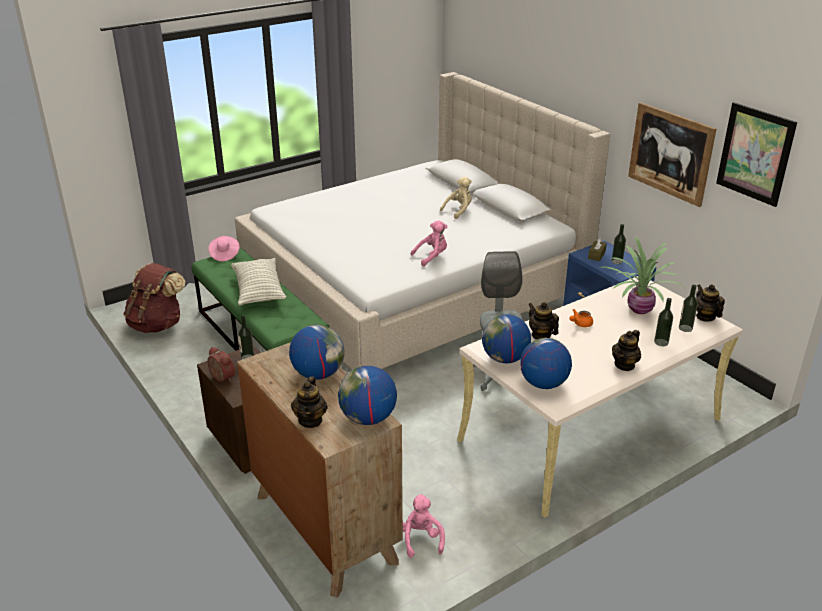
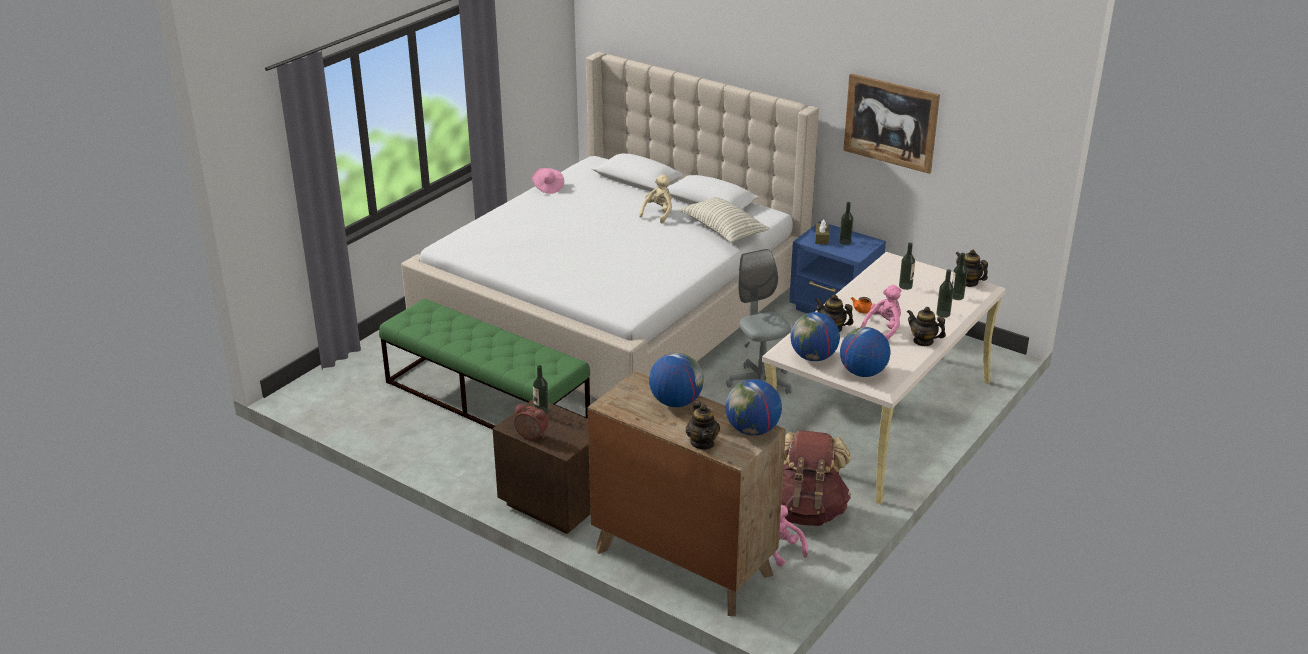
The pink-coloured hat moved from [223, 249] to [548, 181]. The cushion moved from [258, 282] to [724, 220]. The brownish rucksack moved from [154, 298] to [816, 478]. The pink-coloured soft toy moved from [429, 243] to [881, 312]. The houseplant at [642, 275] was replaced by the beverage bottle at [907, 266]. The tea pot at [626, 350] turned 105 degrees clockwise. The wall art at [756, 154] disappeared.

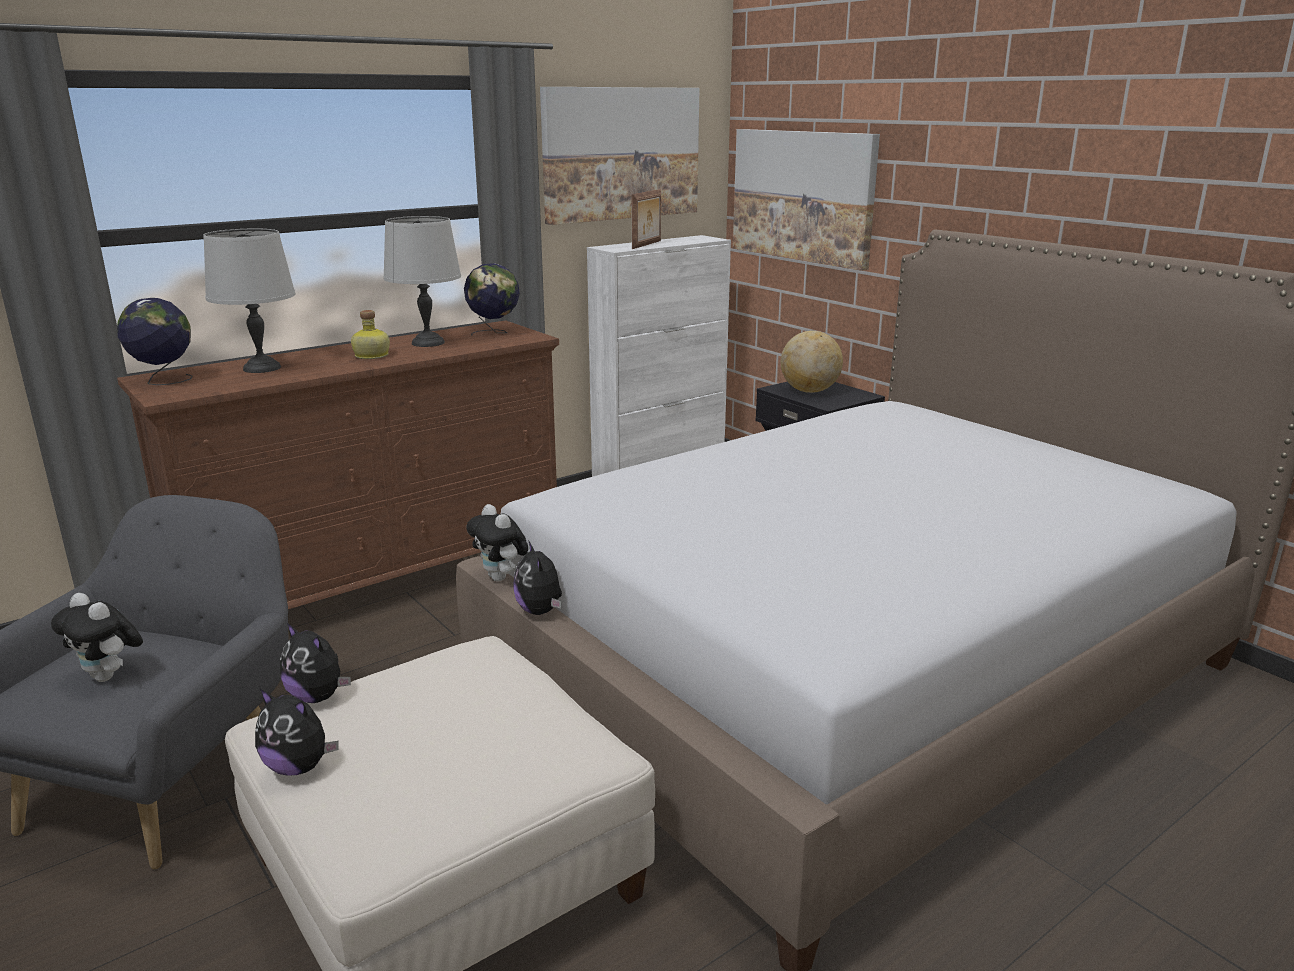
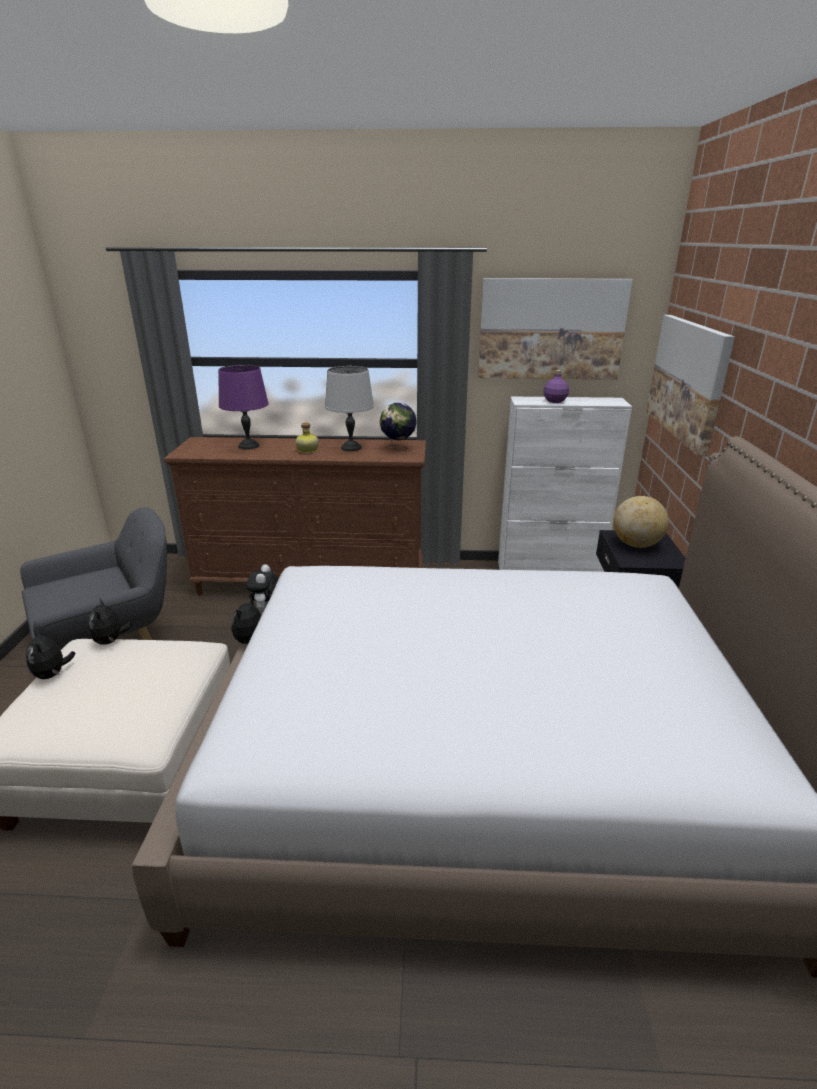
The grey lamp for a table at [249, 301] became the purple lamp for a table at [243, 407]. The picture frame at [646, 219] was replaced by the purple beverage bottle at [556, 386]. The soft toy at [97, 637] disappeared. The world globe at [155, 341] disappeared.

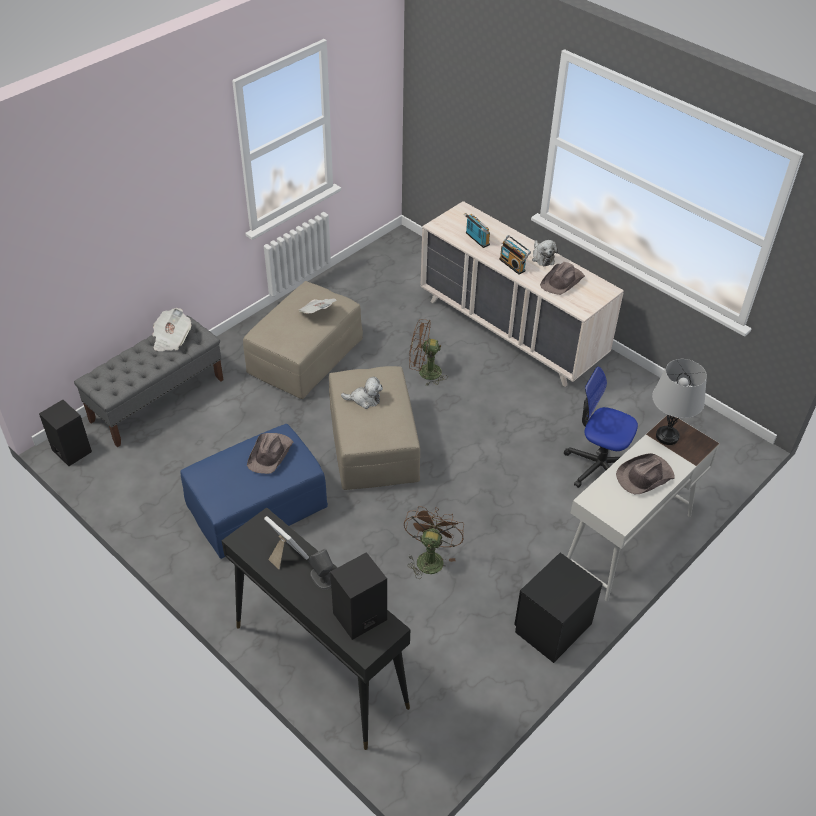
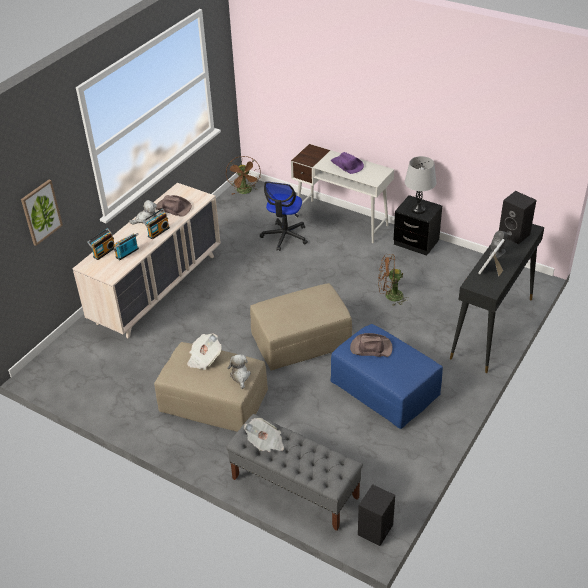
The wall art at [42, 213] appeared. The radio at [101, 244] appeared. The brownish electric fan moved from [427, 352] to [243, 175]. The soft toy moved from [362, 393] to [239, 371]. The brownish hat at [645, 473] became the purple hat at [347, 163]. The grey lamp for a table moved from [679, 402] to [420, 185].

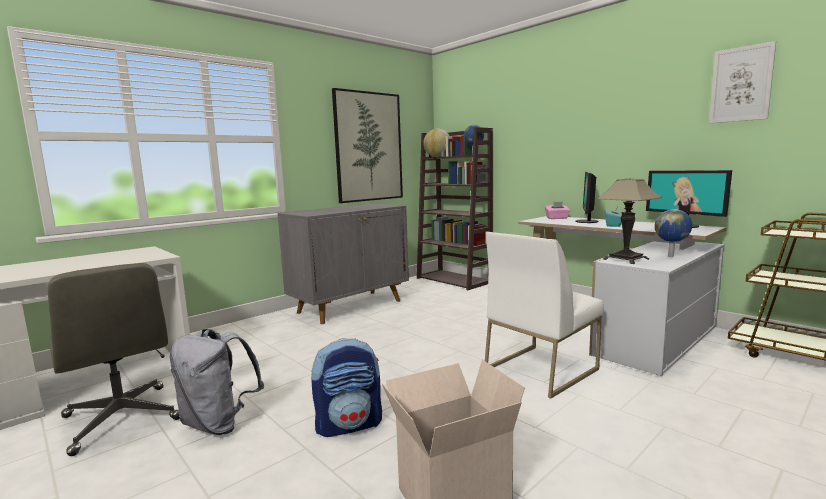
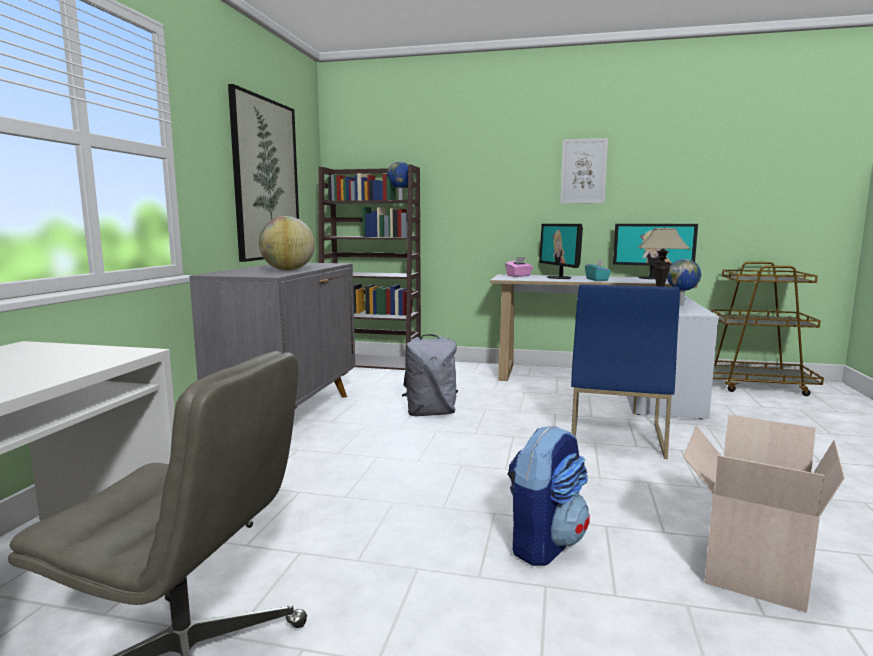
The world globe moved from [436, 143] to [287, 243]. The grey rucksack moved from [217, 382] to [430, 375]. The wall art moved from [742, 82] to [584, 171]. The white chair at [544, 315] became the blue-coloured chair at [625, 371].

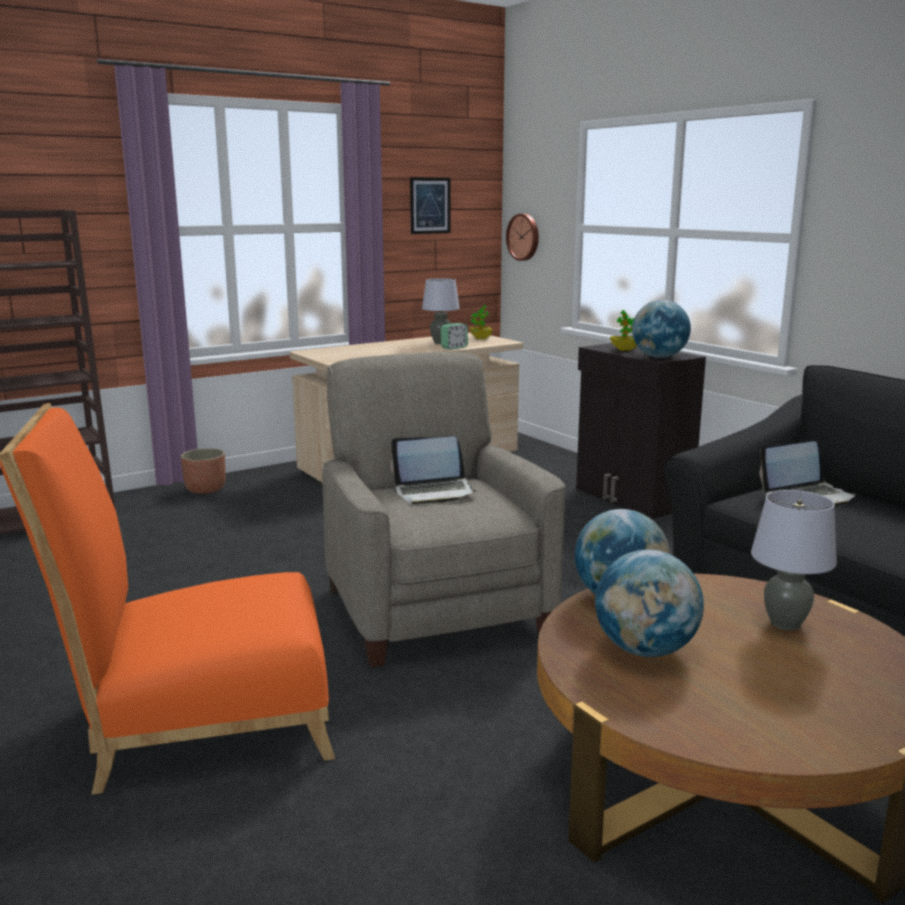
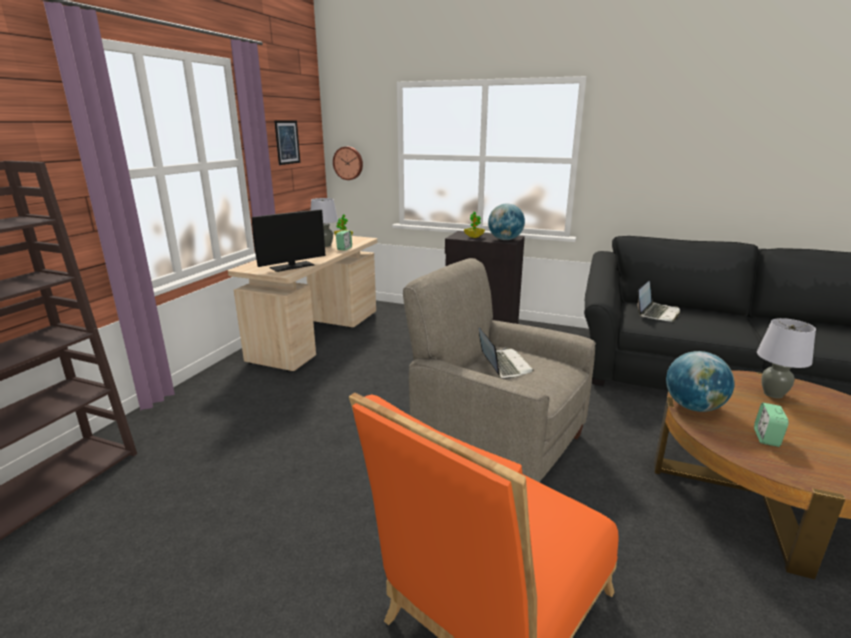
The computer display at [289, 241] appeared. The laptop at [434, 470] turned 60 degrees counterclockwise. The world globe at [649, 603] was replaced by the table clock at [771, 425]. The planter at [203, 471] disappeared.

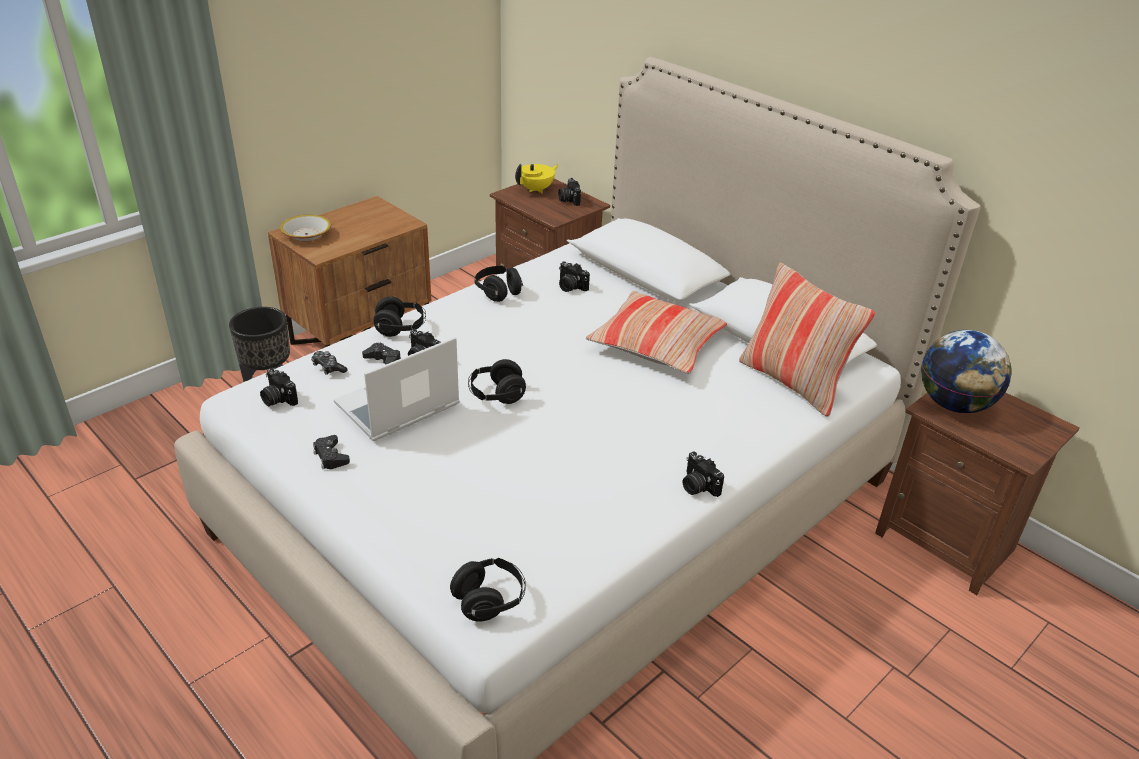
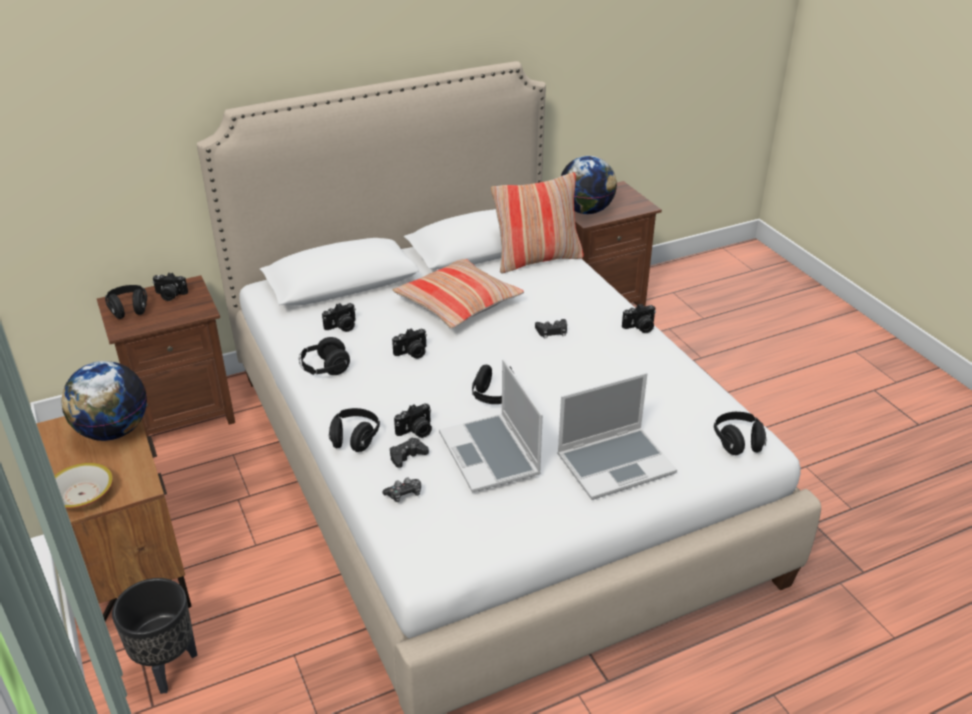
The world globe at [104, 401] appeared. The yellowish tea pot at [537, 178] was replaced by the black-coloured pair of headphones at [126, 302]. The photo camera moved from [279, 387] to [409, 343]. The black-coloured game controller moved from [331, 452] to [551, 328]. The laptop at [617, 436] appeared.

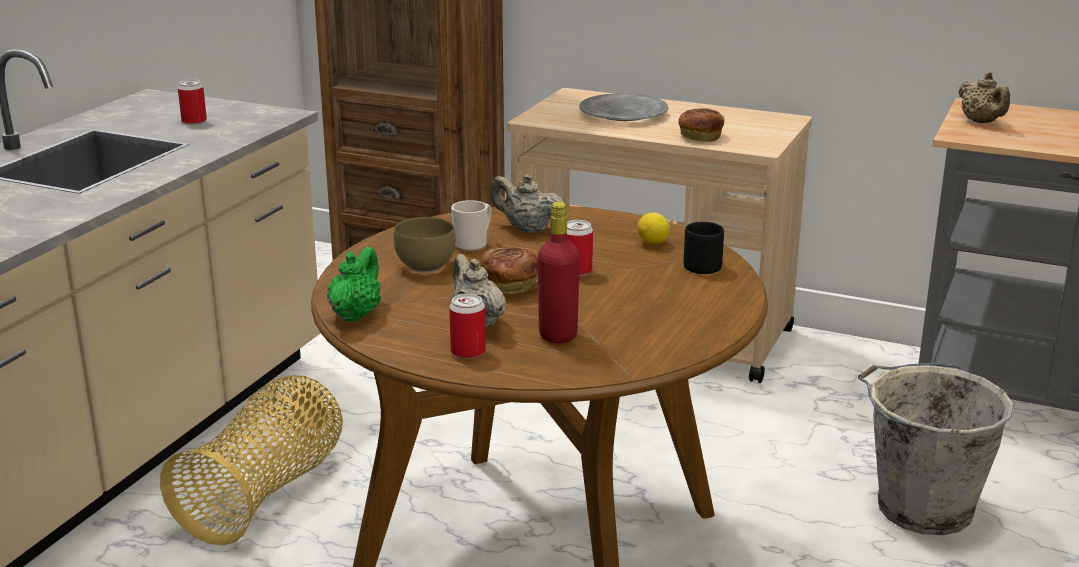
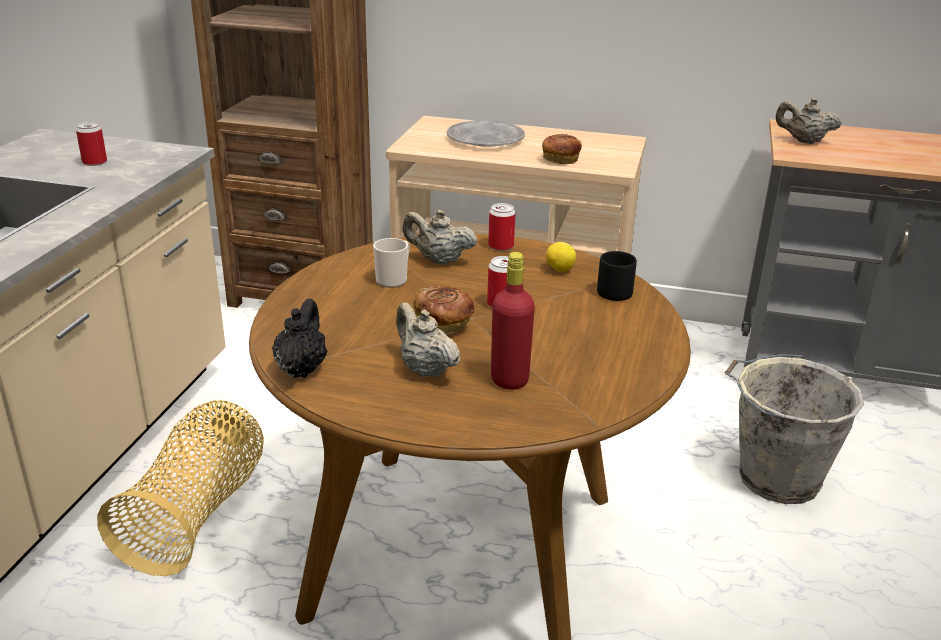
The green-coloured tea pot at [354, 284] became the black-coloured tea pot at [299, 338]. The metal can moved from [467, 326] to [502, 227]. The sand-coloured tea pot at [984, 97] turned 135 degrees clockwise. The brownish deep dish at [425, 244] disappeared.

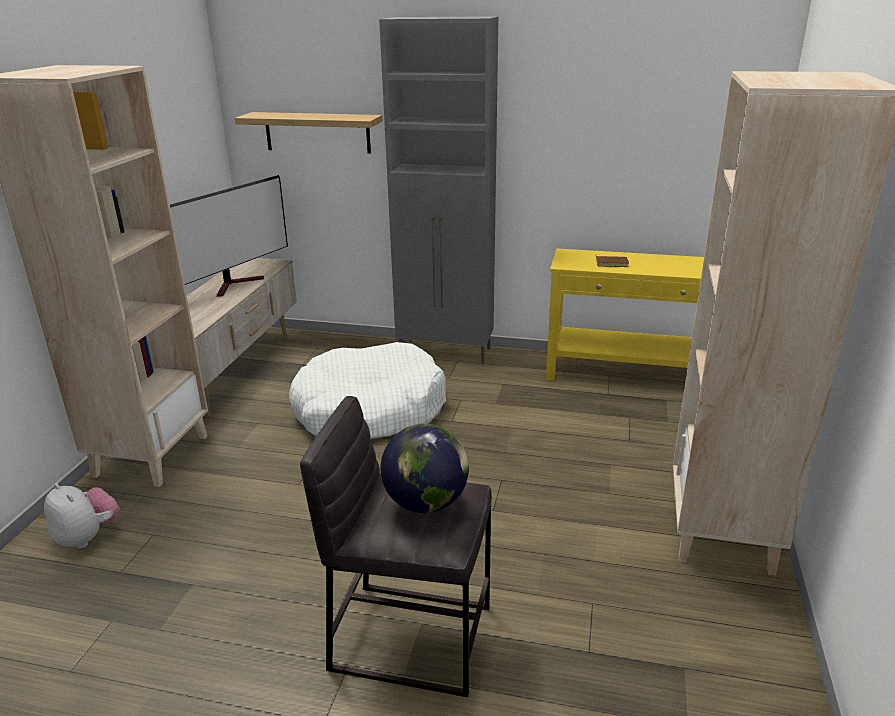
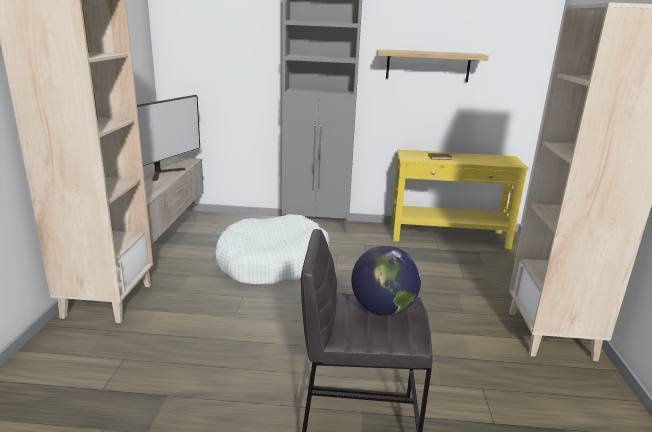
The shelf moved from [308, 133] to [433, 65]. The soft toy at [82, 516] disappeared.

